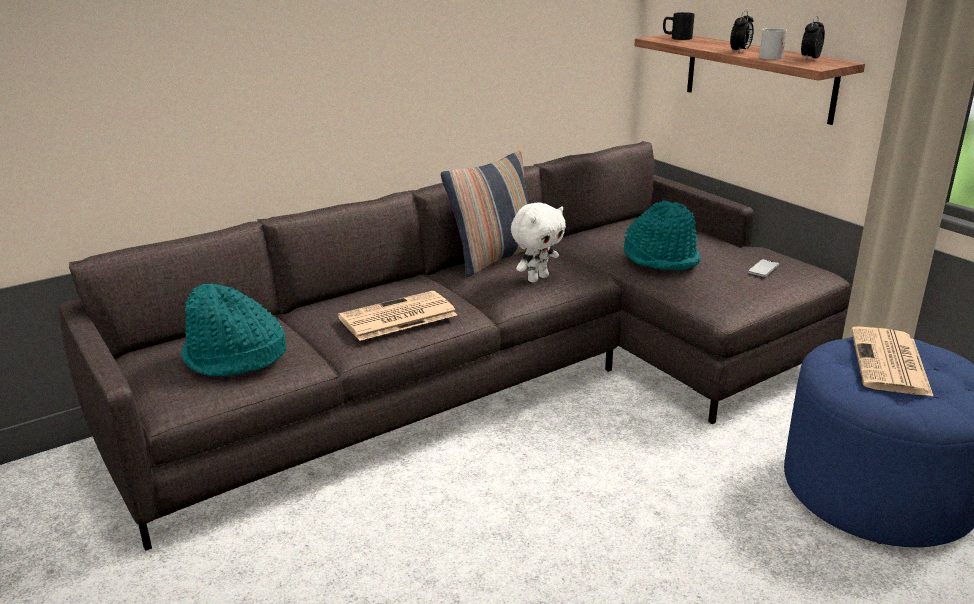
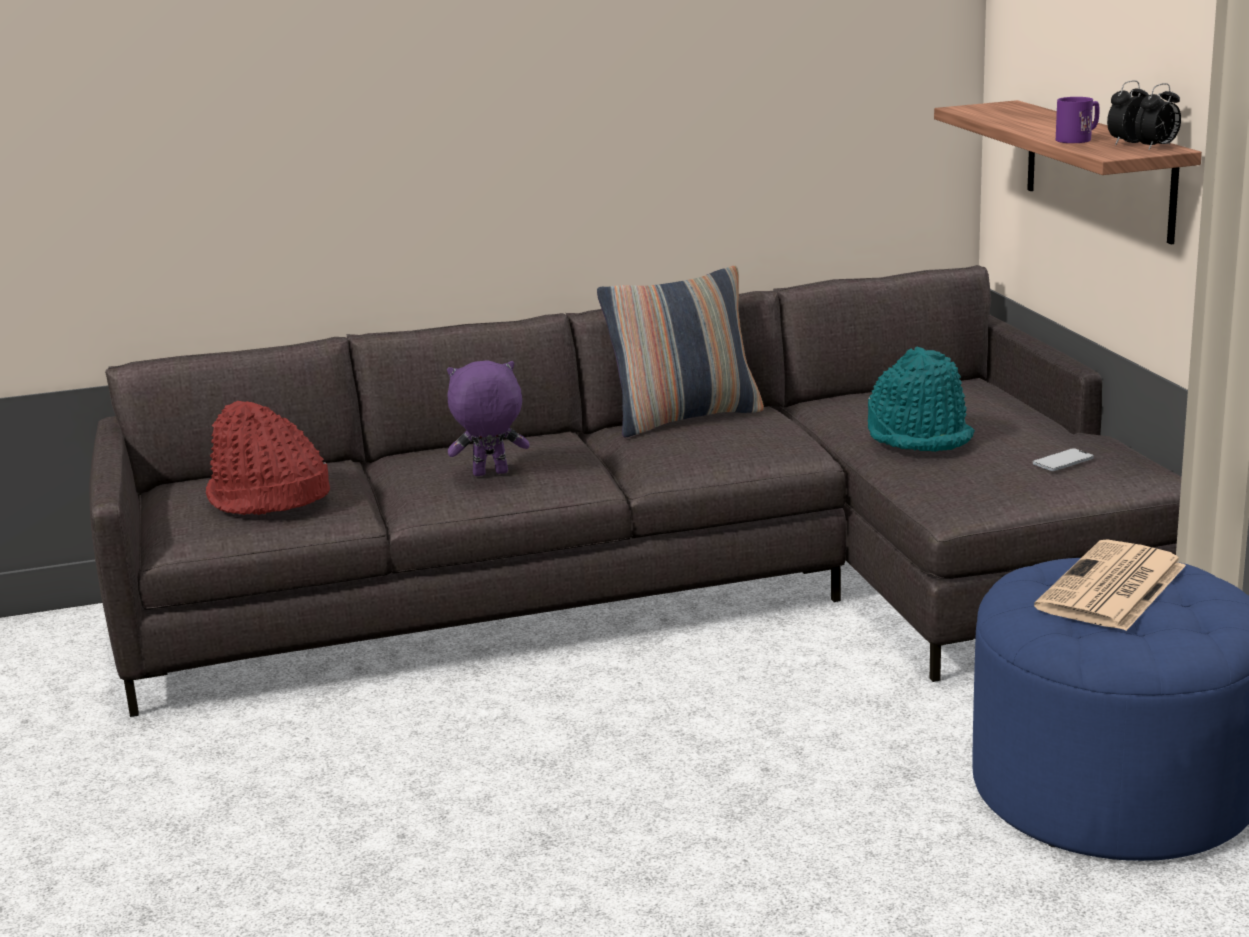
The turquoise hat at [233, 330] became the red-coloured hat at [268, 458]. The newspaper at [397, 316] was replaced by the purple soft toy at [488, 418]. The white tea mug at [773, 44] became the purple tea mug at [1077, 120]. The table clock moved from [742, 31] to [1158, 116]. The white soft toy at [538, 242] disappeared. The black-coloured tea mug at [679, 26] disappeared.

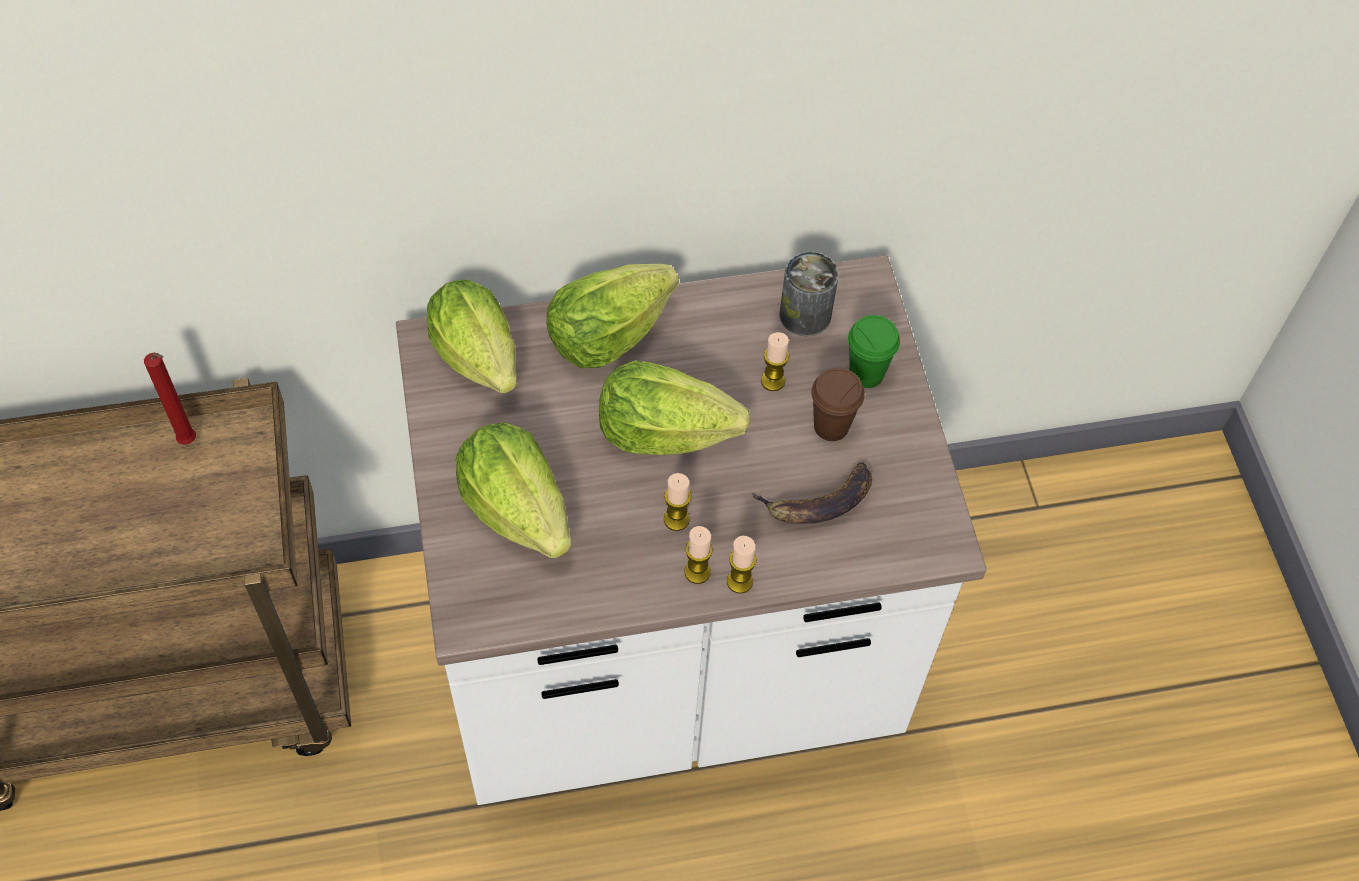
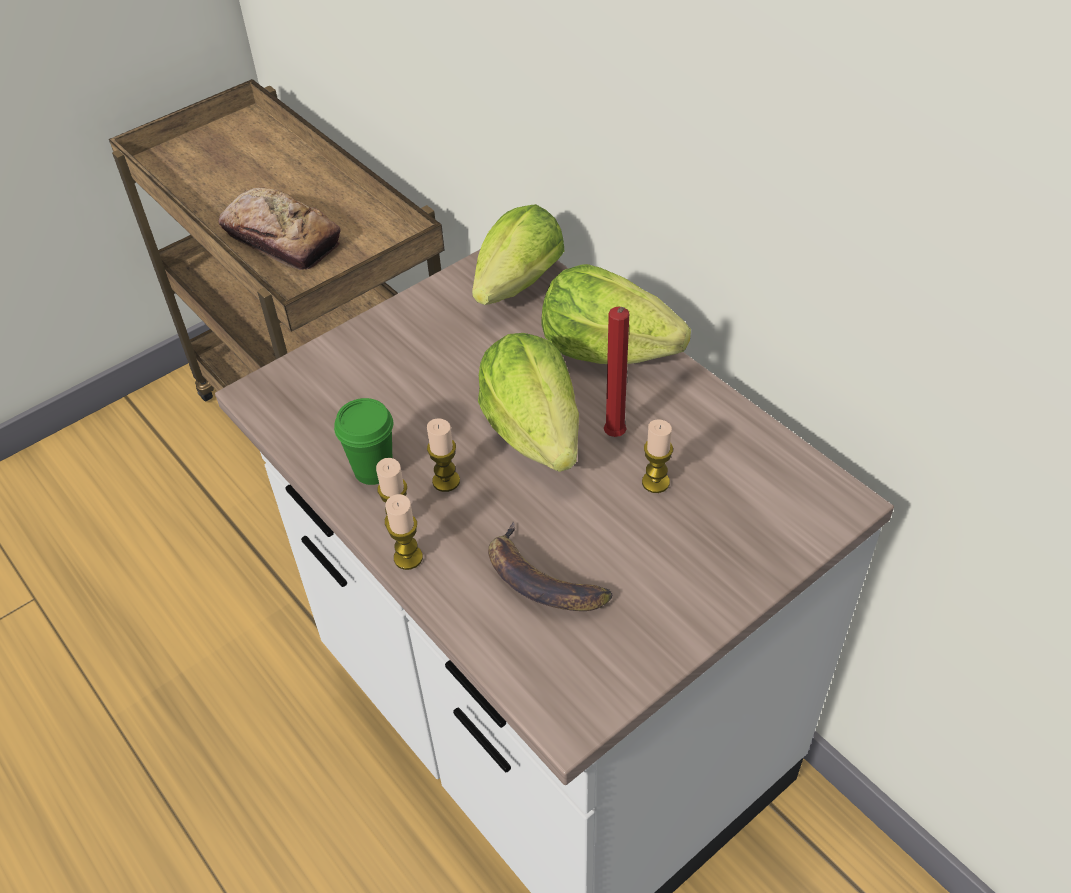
The baked bread at [280, 229] appeared. The green-coloured small cup moved from [874, 351] to [363, 441]. The red-coloured wax light moved from [170, 399] to [616, 372]. The lettuce head at [513, 490] disappeared. The metal can at [809, 294] disappeared. The brownish small cup at [838, 404] disappeared.

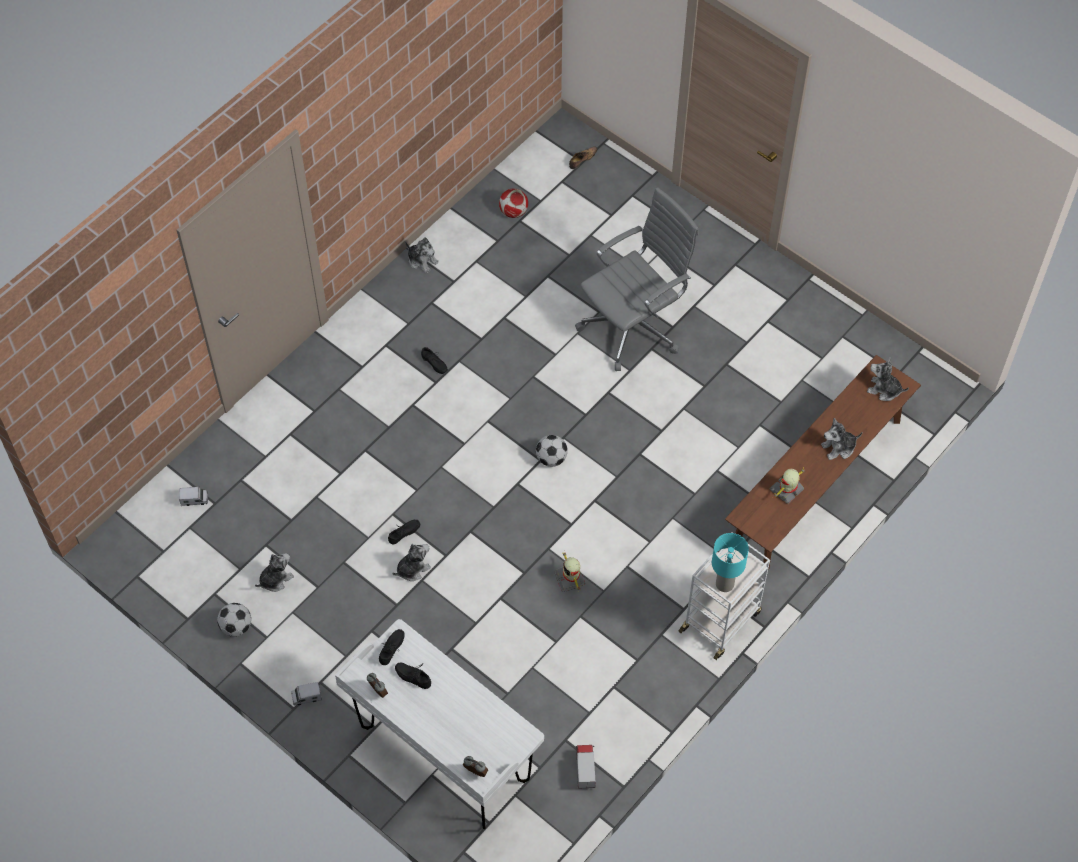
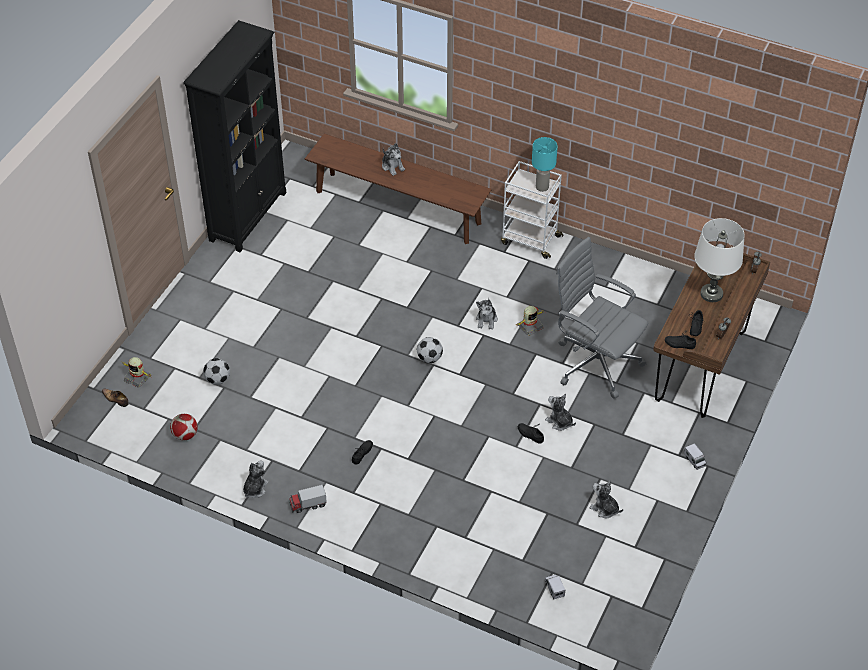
The model robot moved from [787, 486] to [136, 372]. The black-coloured bookshelf at [234, 136] appeared. The ball for football moved from [234, 620] to [216, 371]. The toy truck moved from [585, 766] to [308, 499]. The soft toy moved from [888, 379] to [487, 314]. The grey computer chair moved from [637, 279] to [602, 318]. The white desk at [439, 724] became the brownish desk at [711, 335]. The white lamp for a table at [719, 260] appeared.

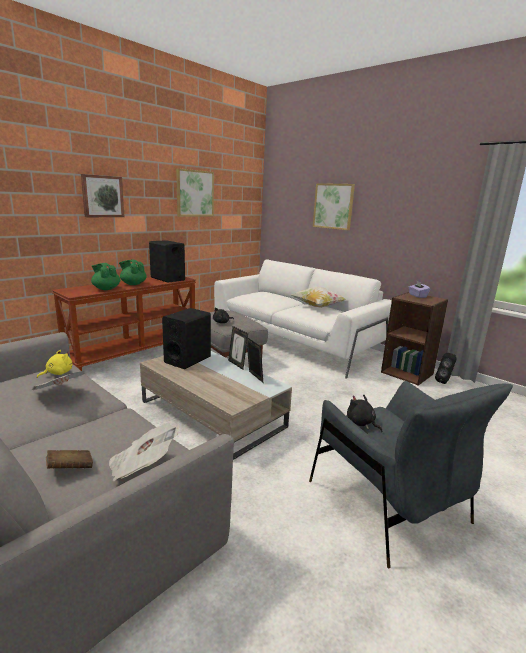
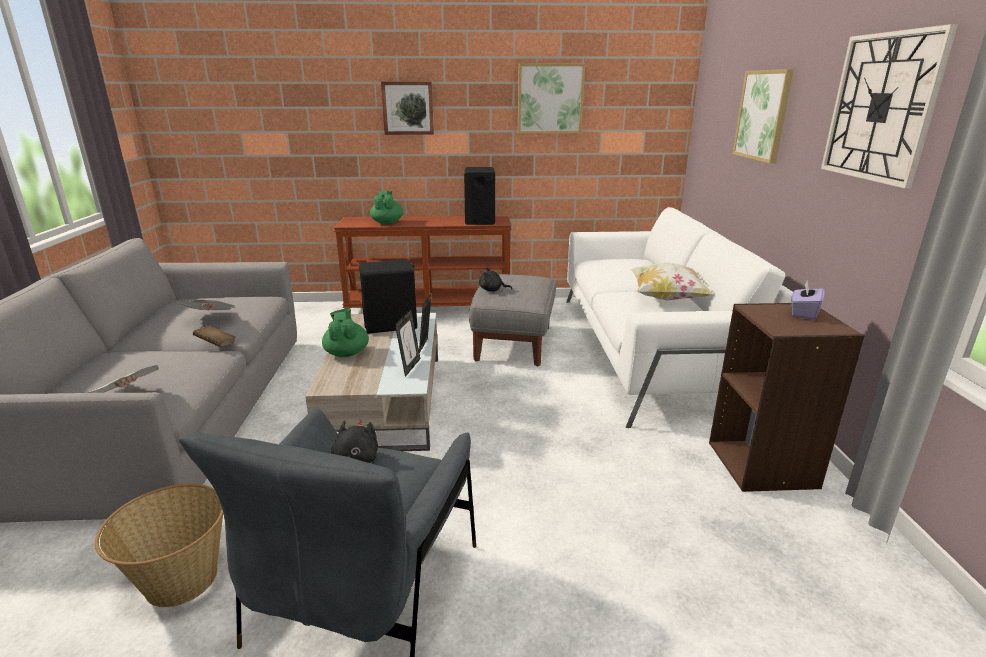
The household basket at [159, 545] appeared. The brownish volume moved from [69, 459] to [214, 336]. The green-coloured tea pot moved from [133, 272] to [345, 333]. The hanging clock at [889, 106] appeared. The yellowish soft toy at [54, 364] disappeared. The black-coloured speaker at [446, 368] disappeared.

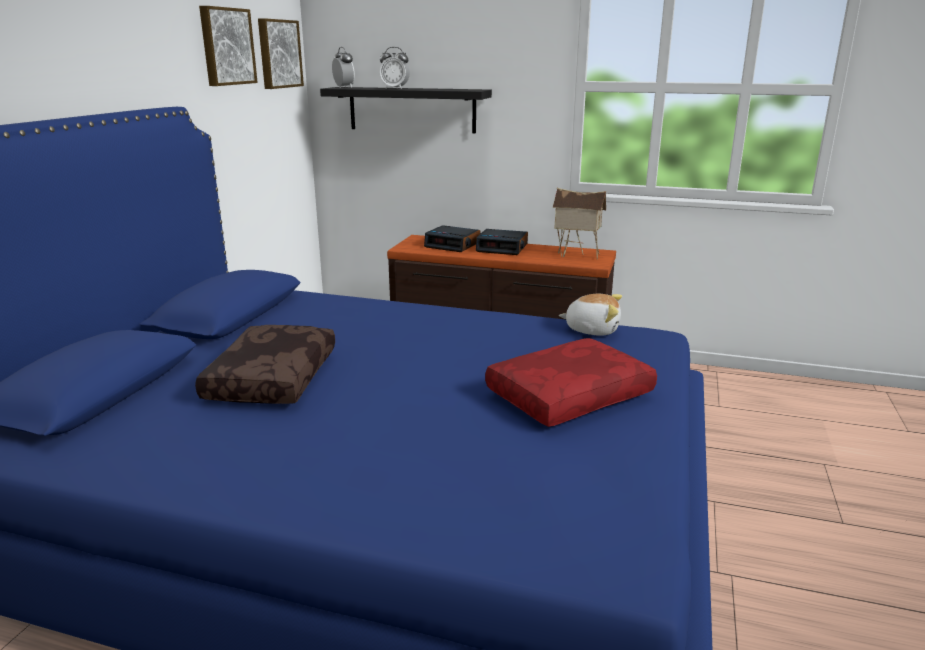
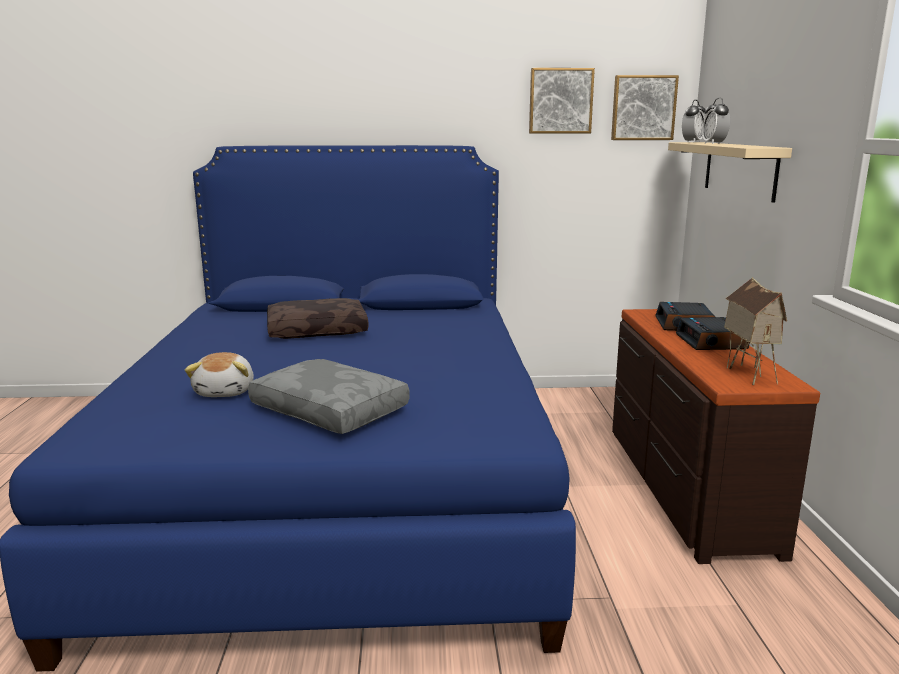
The soft toy moved from [590, 315] to [219, 374]. The red-coloured cushion at [571, 382] became the grey cushion at [329, 396]. The black-coloured shelf at [406, 110] became the sand-coloured shelf at [730, 172].

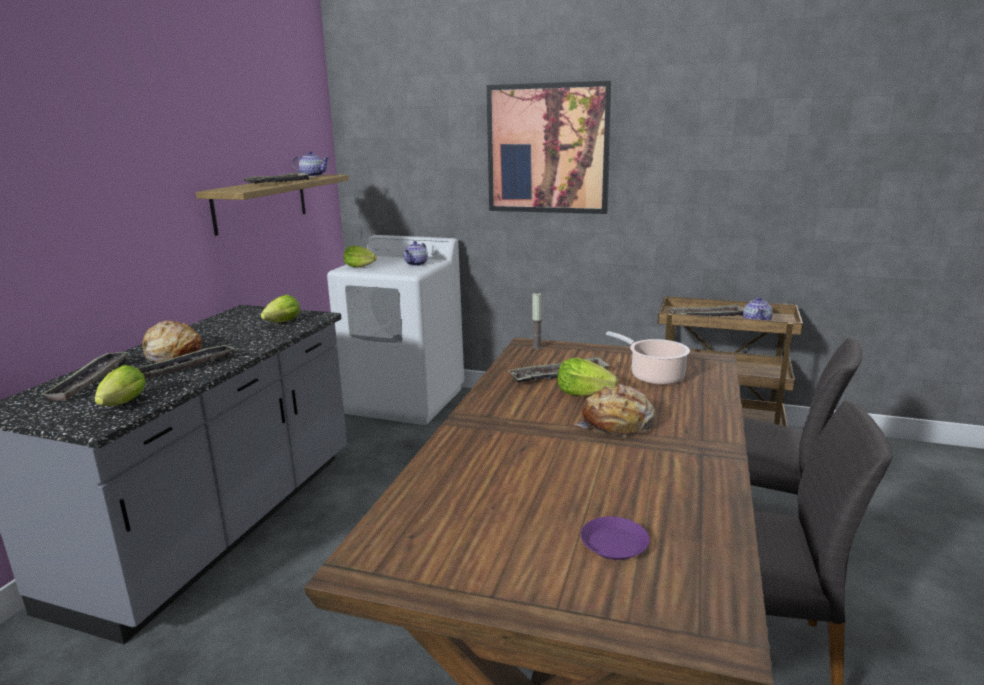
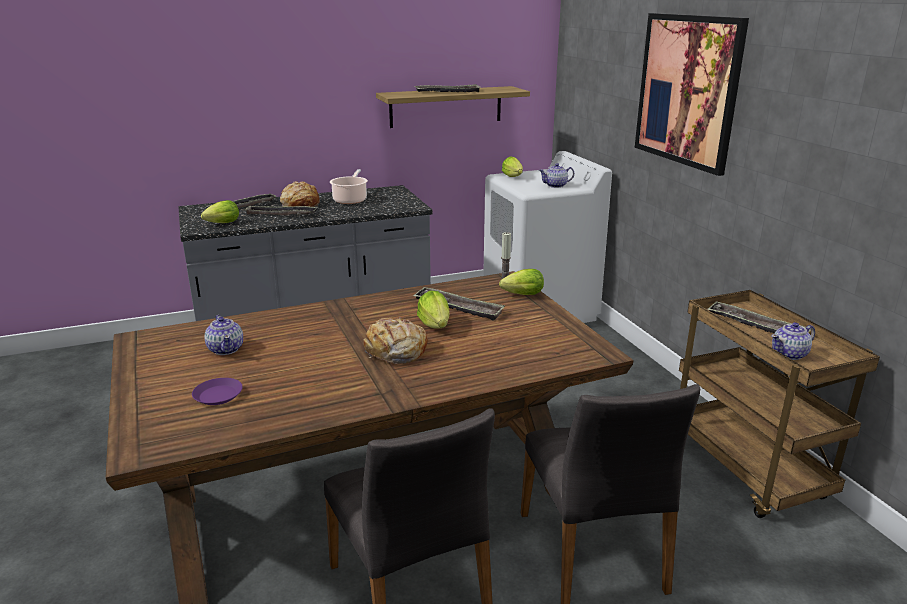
The tea pot moved from [311, 164] to [223, 335]. The stockpot moved from [648, 358] to [349, 186]. The lettuce head moved from [280, 308] to [521, 282].

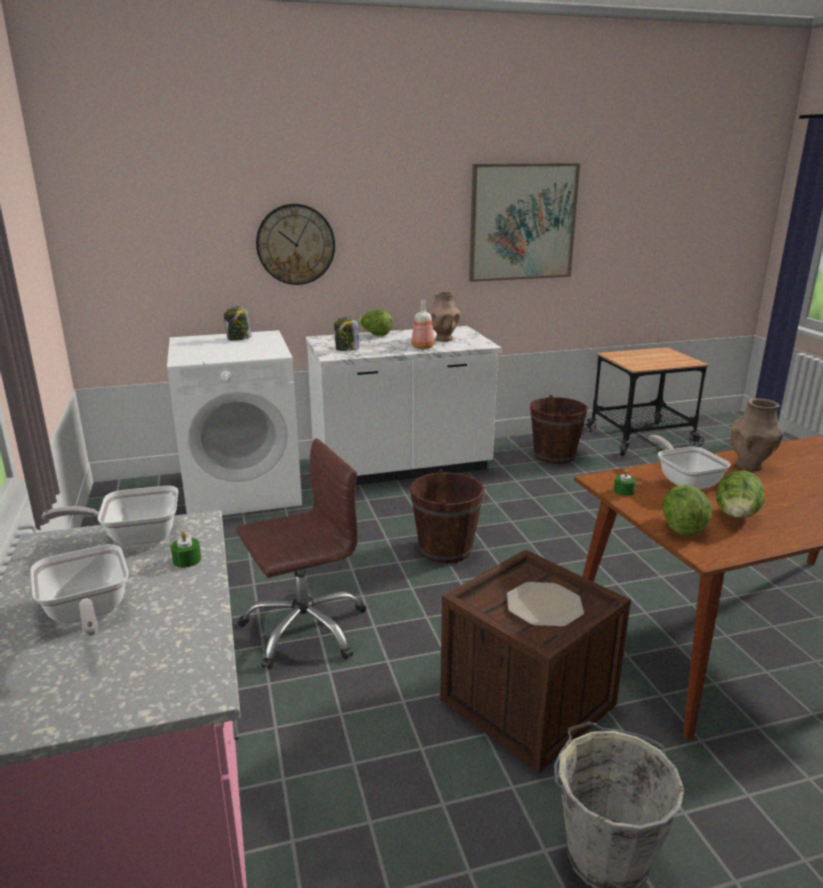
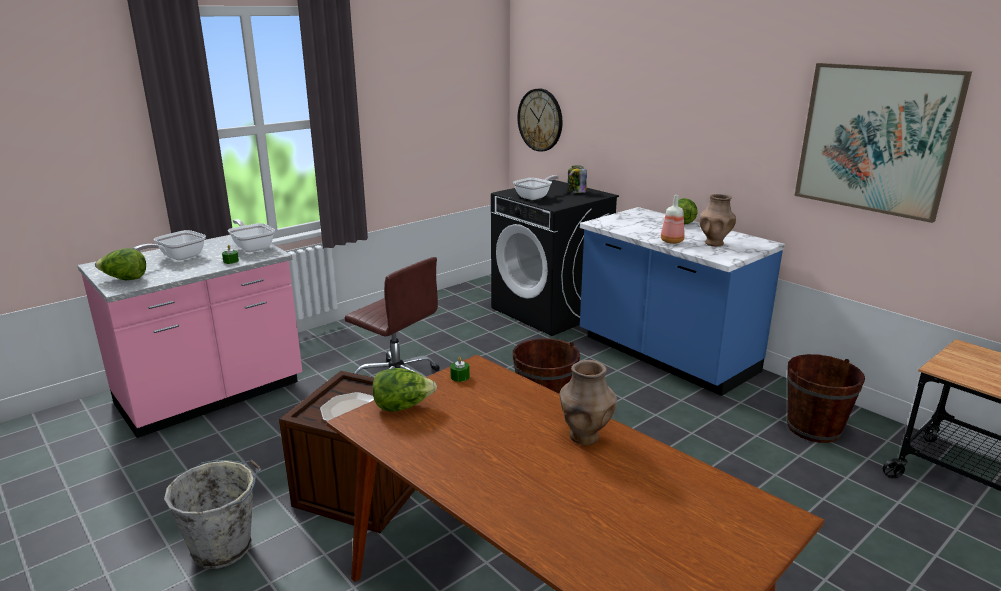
The lettuce head moved from [740, 494] to [120, 264]. The white laundry appliance at [234, 422] became the black-coloured laundry appliance at [555, 258]. The frying pan moved from [689, 462] to [536, 187]. The hanging clock moved from [295, 244] to [540, 120]. The white kitchen counter at [403, 405] became the blue-coloured kitchen counter at [682, 301]. The jar at [347, 334] disappeared.

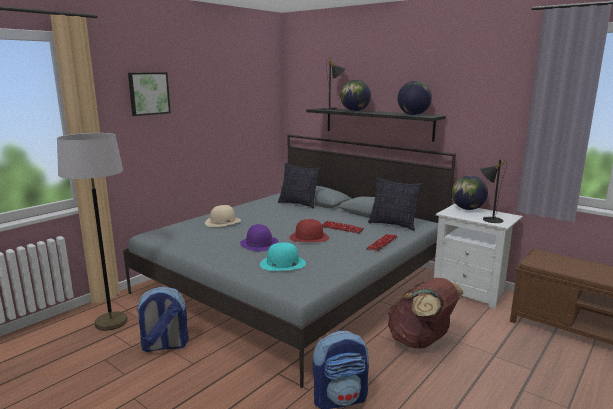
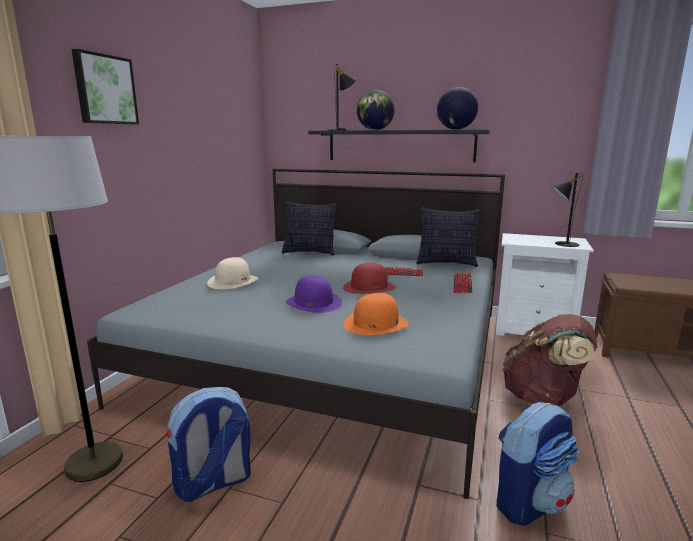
The turquoise hat at [283, 256] became the orange hat at [376, 314]. The world globe at [470, 192] disappeared.

